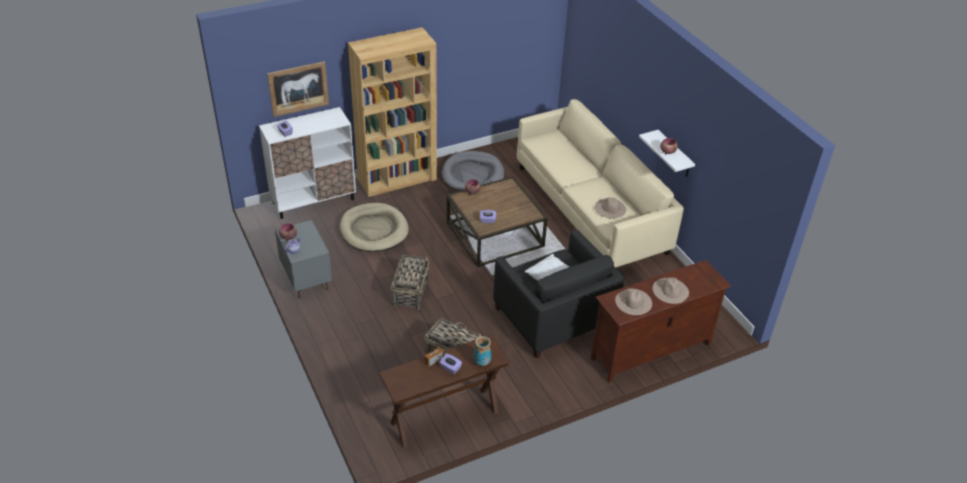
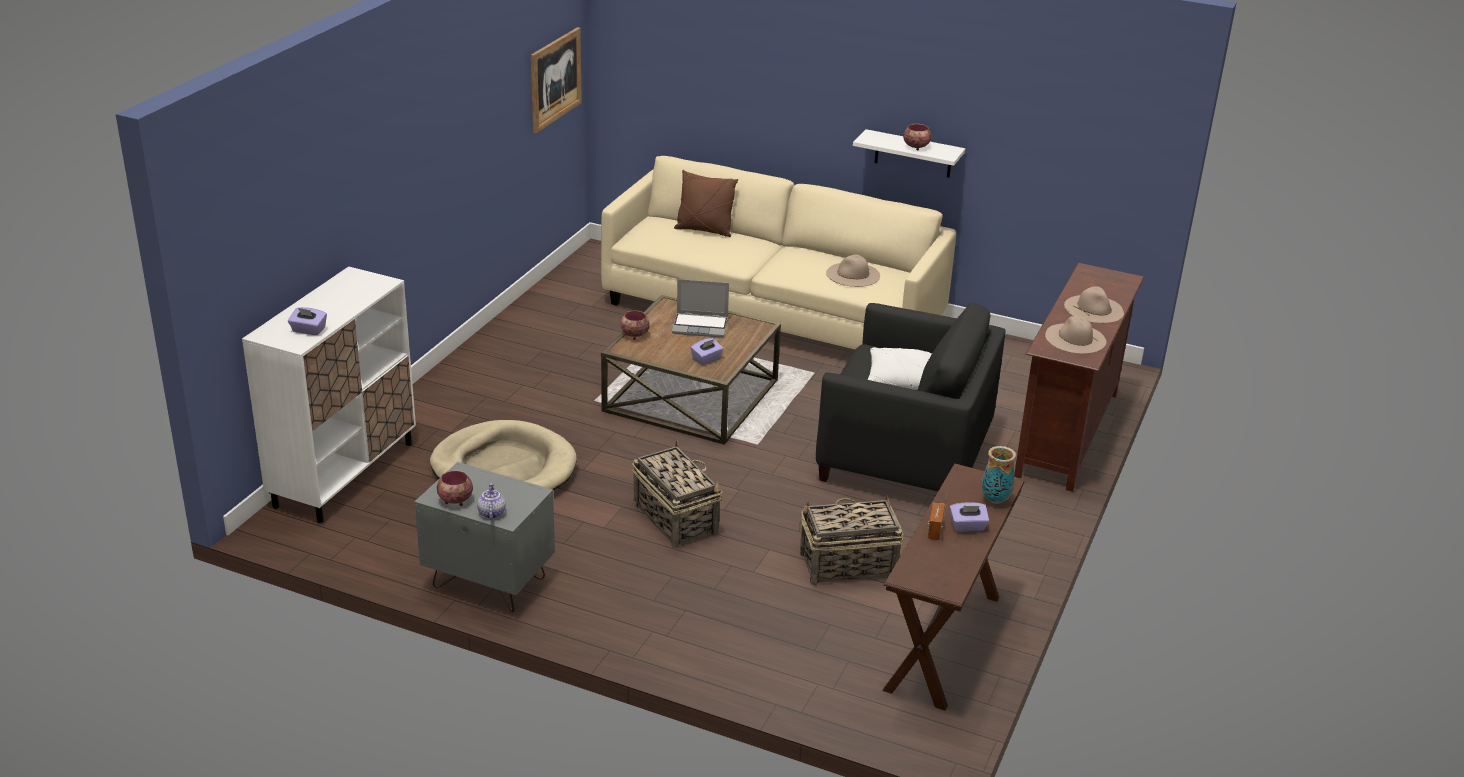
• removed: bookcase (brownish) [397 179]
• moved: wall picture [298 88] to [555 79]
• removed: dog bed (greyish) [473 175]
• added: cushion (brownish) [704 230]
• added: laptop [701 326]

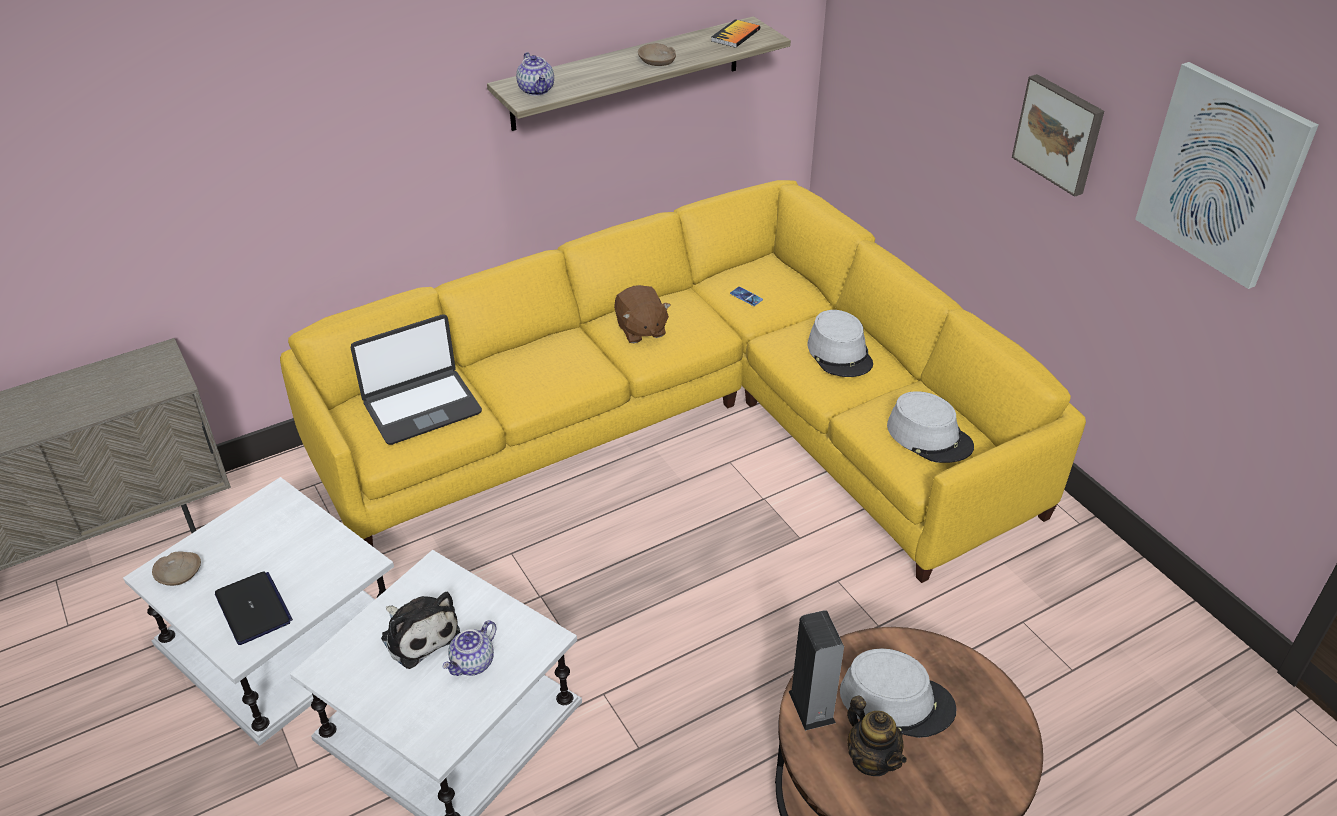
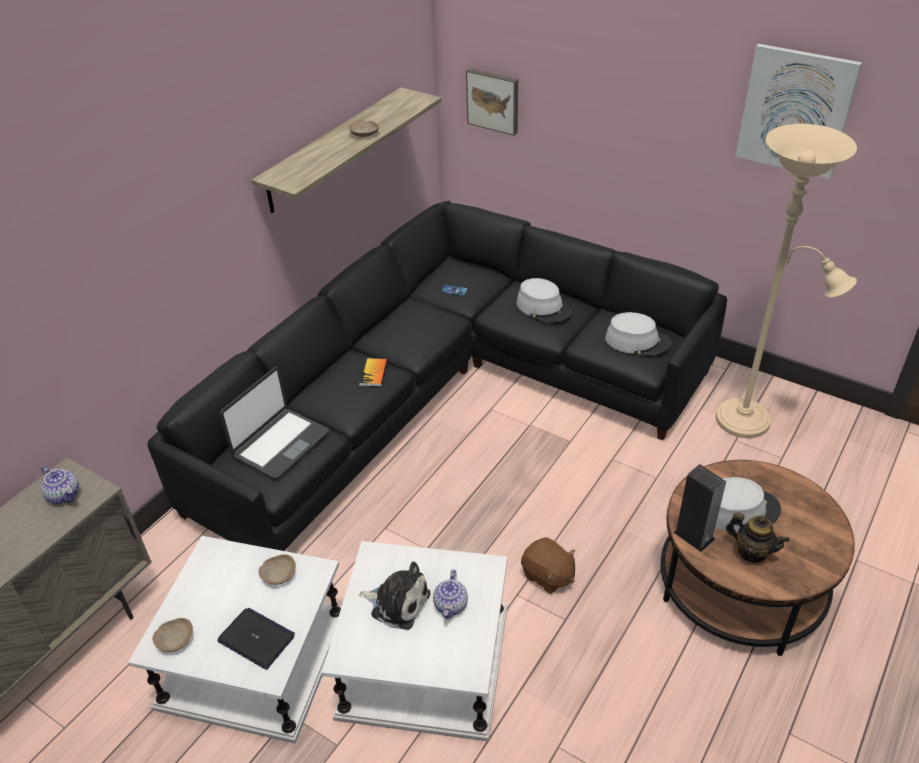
• moved: book [735 35] to [373 373]
• moved: tea pot [537 90] to [64 495]
• moved: wall picture [1060 133] to [493 100]
• recoloured: couch (yellowish) [692 422] to couch (black-coloured) [447 391]
• moved: plush toy (brownish) [640 330] to [547 576]
• added: standing lamp (beige-coloured) [750 421]
• added: deep dish (beige-coloured) [278 574]

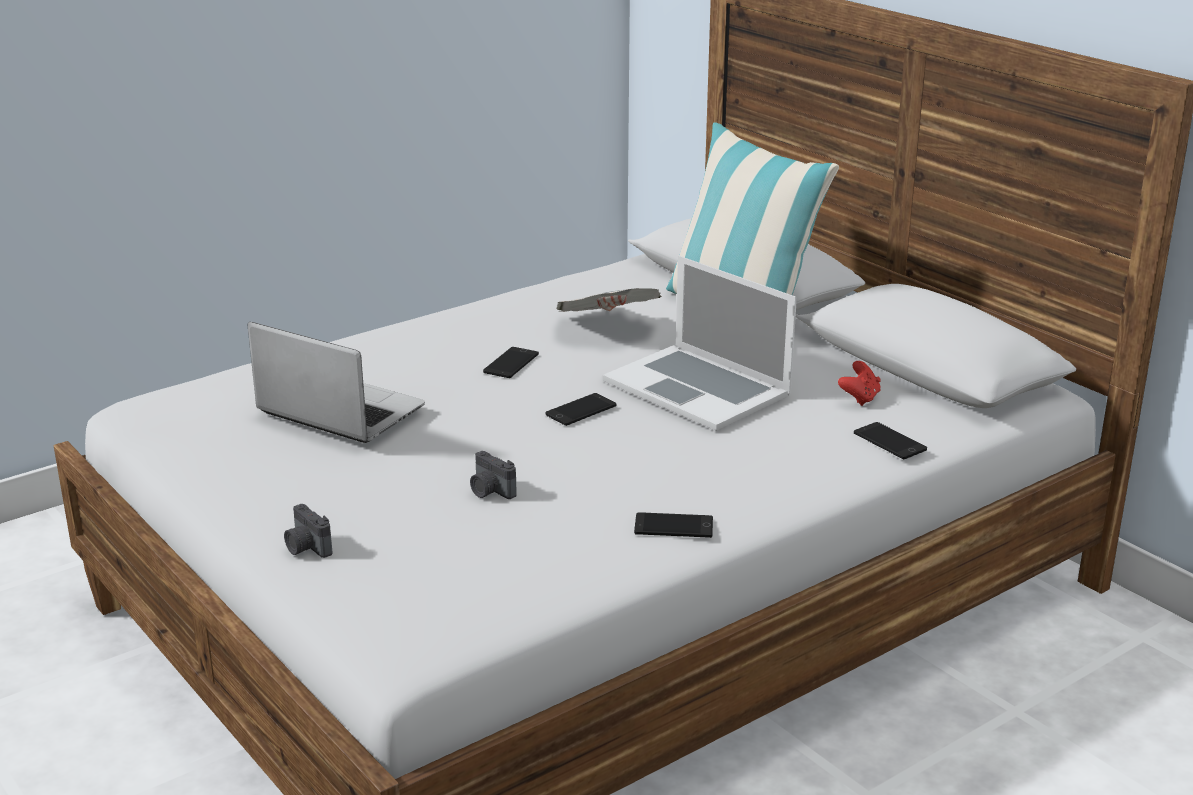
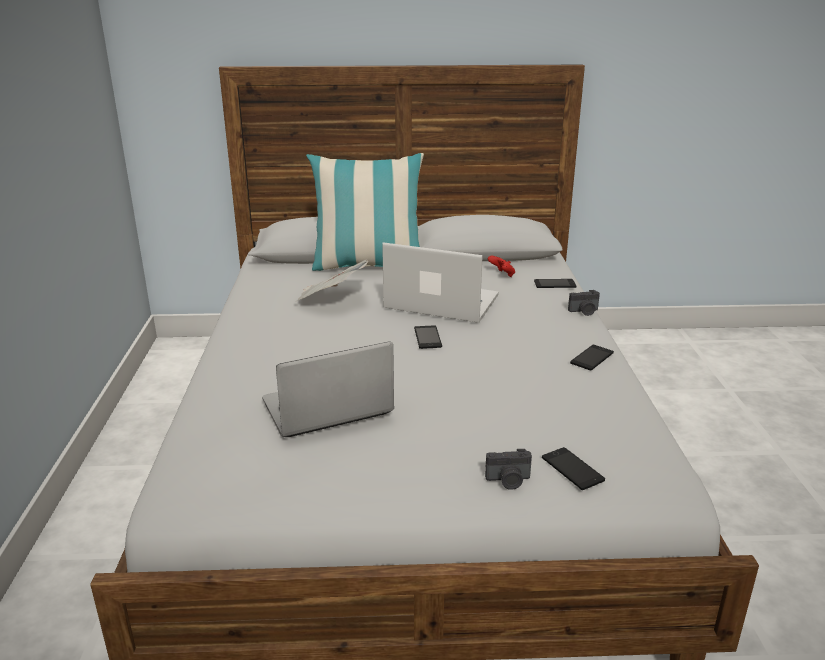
• turned: laptop [697 387] = [441 302] 150 degrees counterclockwise
• moved: phone [511 363] to [572 469]
• moved: photo camera [490 491] to [584 311]

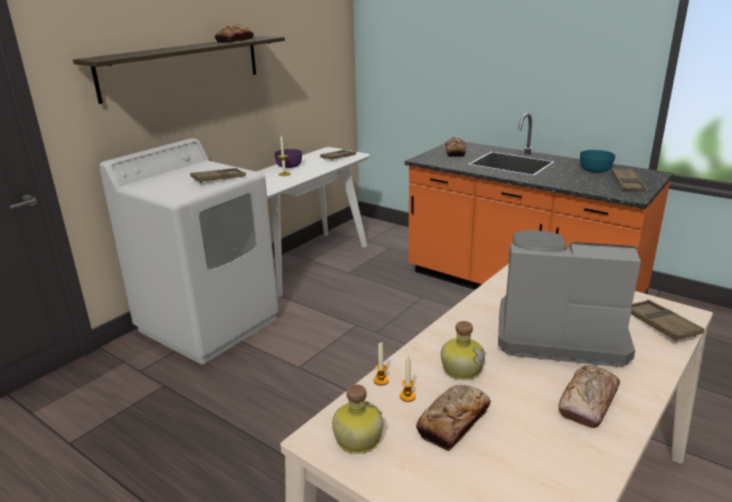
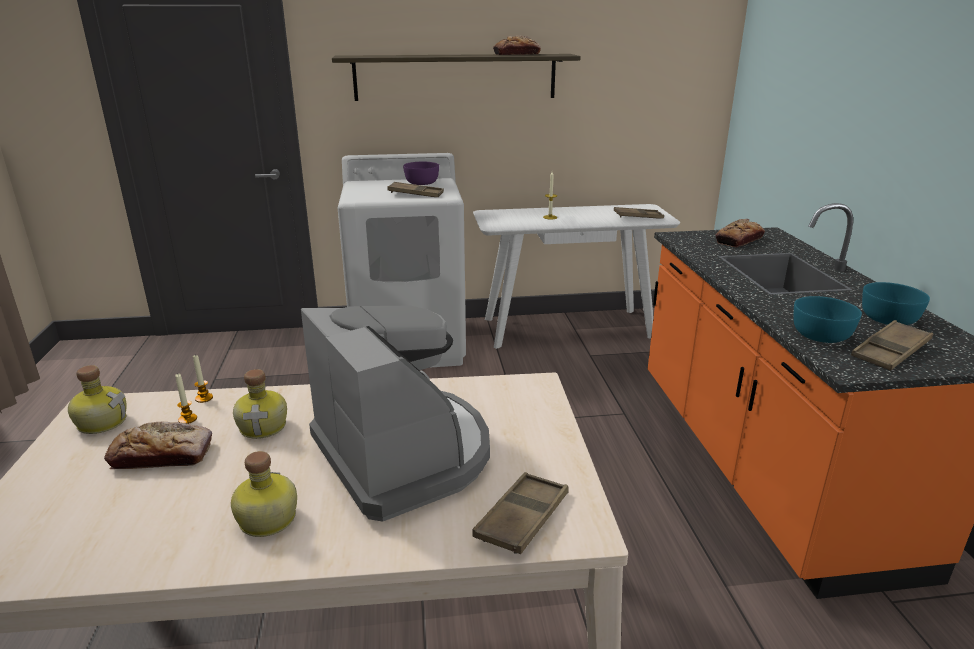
• moved: deep dish (purple) [289 166] to [422 183]
• replaced: bakery bread [588 402] to drink bottle [266 520]
• added: deep dish (turquoise) [821 335]

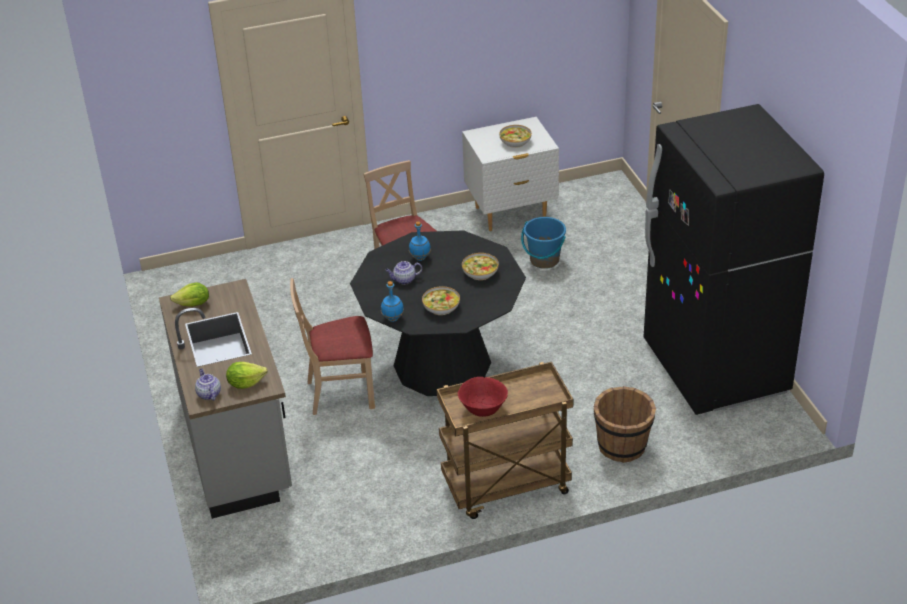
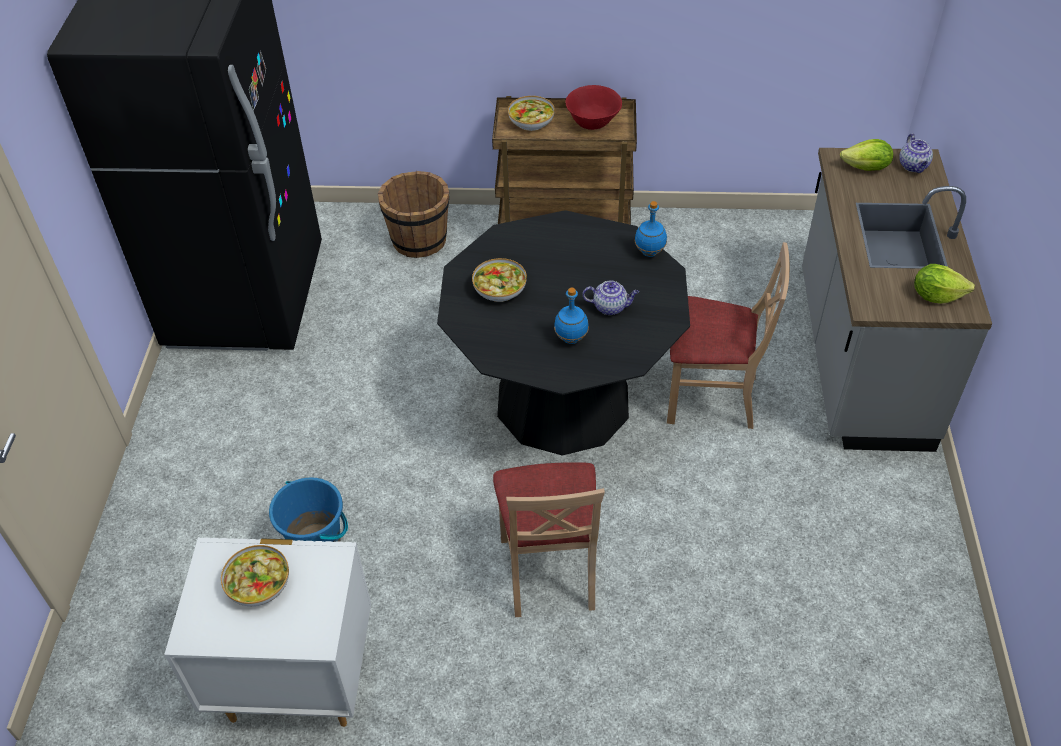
• moved: deep dish [441 307] to [531 121]

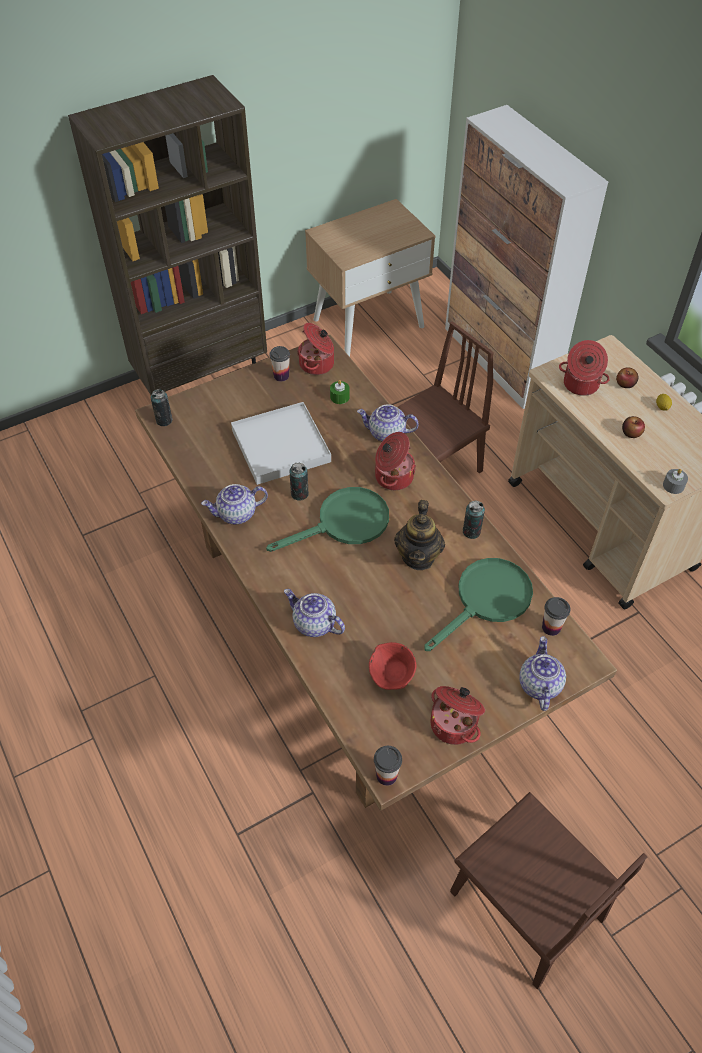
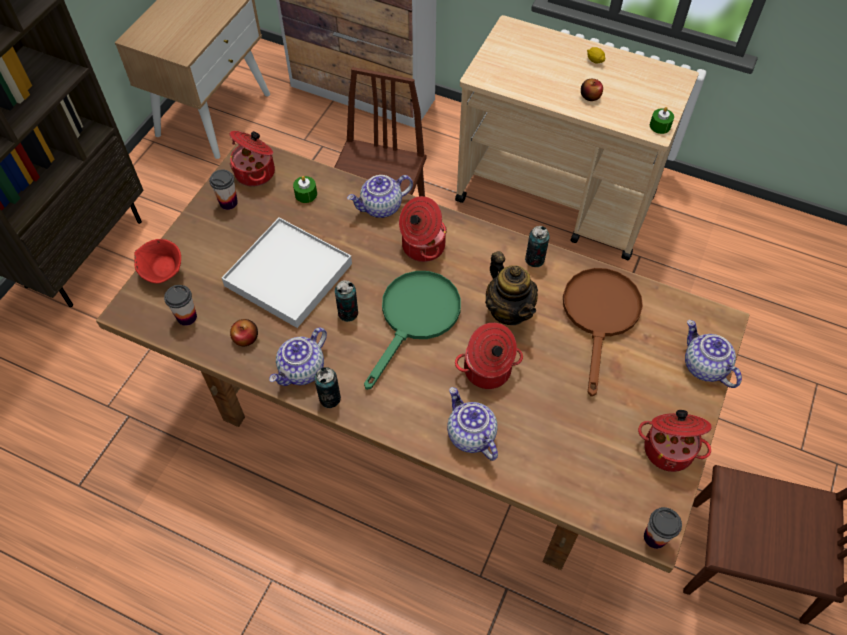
• moved: saucepot [580 385] to [487 371]
• moved: apple fruit [625 384] to [246 338]
• moved: can [164 420] to [329 398]
• recoloured: wax light (greyish) [673 485] to wax light (green-coloured) [660 126]
• recoloured: pan (green-coloured) [487 600] to pan (brownish) [600 316]
• turned: tea pot [313 624] = [470 435] 60 degrees clockwise
• moved: cup [551 627] to [187 317]
• moved: deep dish (reddish) [392 676] to [164 273]

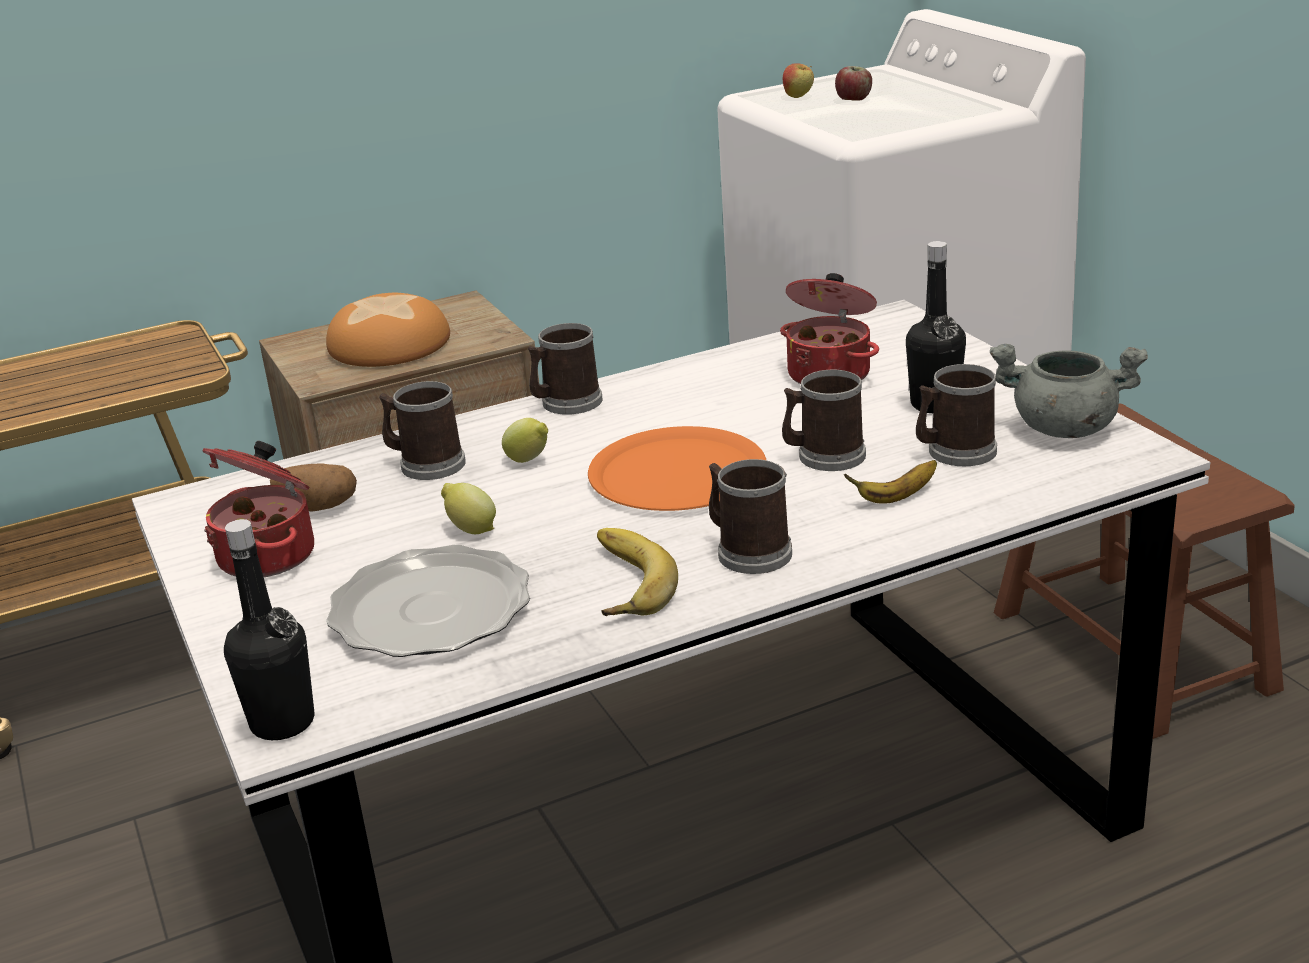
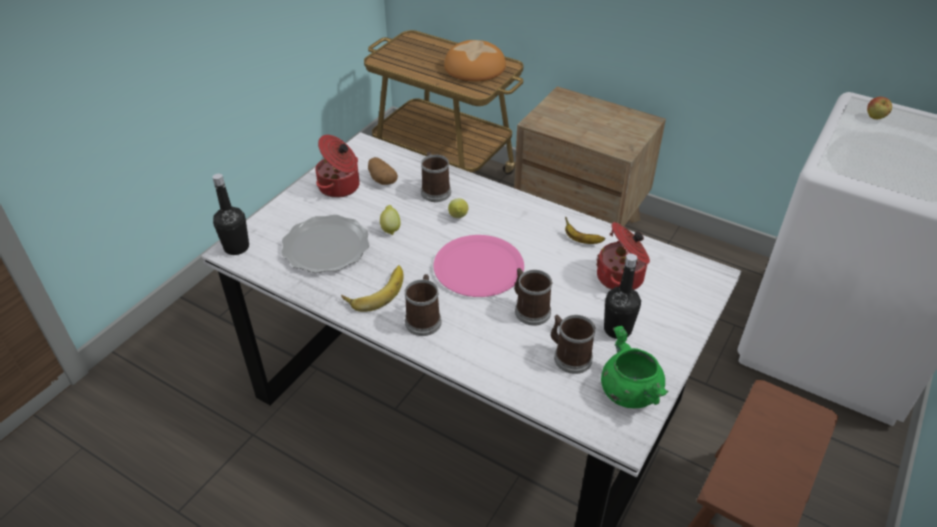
• removed: apple fruit [854 100]
• moved: bakery bread [390 345] to [474 67]
• removed: mug [566 403]
• recoloured: saucepot (greyish) [1063 428] to saucepot (green-coloured) [629 391]
• recoloured: flat dish (orange-coloured) [677 473] to flat dish (pink-coloured) [478 267]
• moved: whole banana [896 497] to [581 240]

